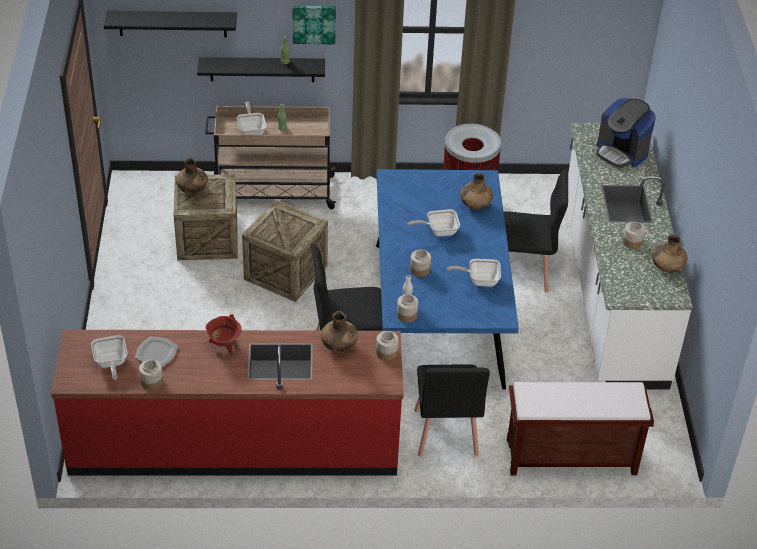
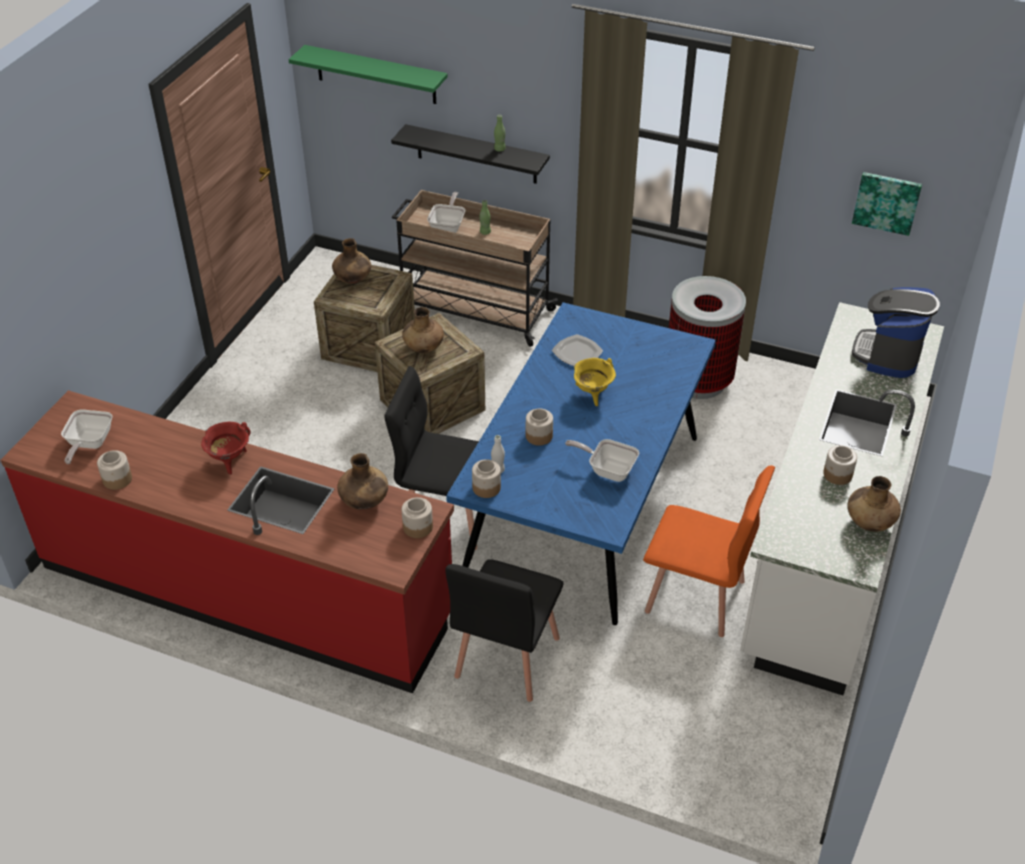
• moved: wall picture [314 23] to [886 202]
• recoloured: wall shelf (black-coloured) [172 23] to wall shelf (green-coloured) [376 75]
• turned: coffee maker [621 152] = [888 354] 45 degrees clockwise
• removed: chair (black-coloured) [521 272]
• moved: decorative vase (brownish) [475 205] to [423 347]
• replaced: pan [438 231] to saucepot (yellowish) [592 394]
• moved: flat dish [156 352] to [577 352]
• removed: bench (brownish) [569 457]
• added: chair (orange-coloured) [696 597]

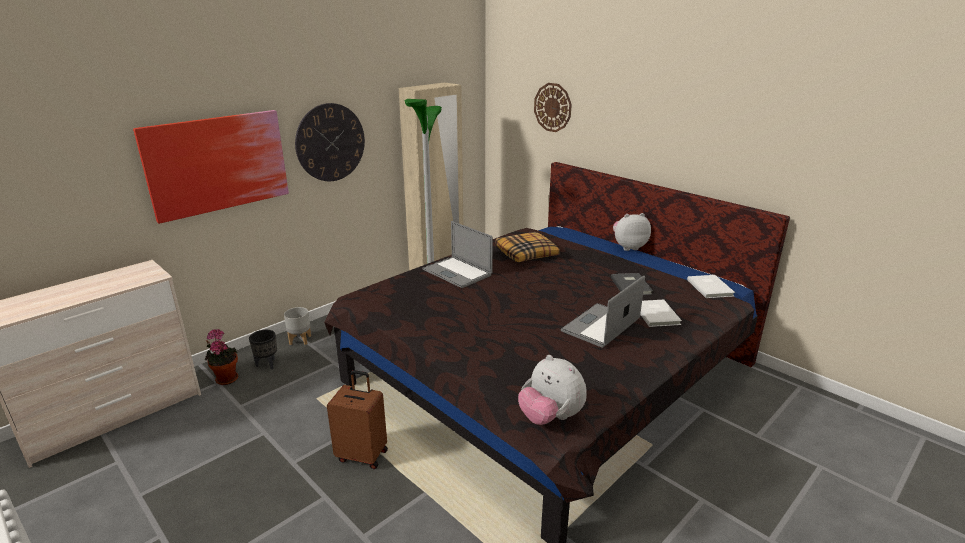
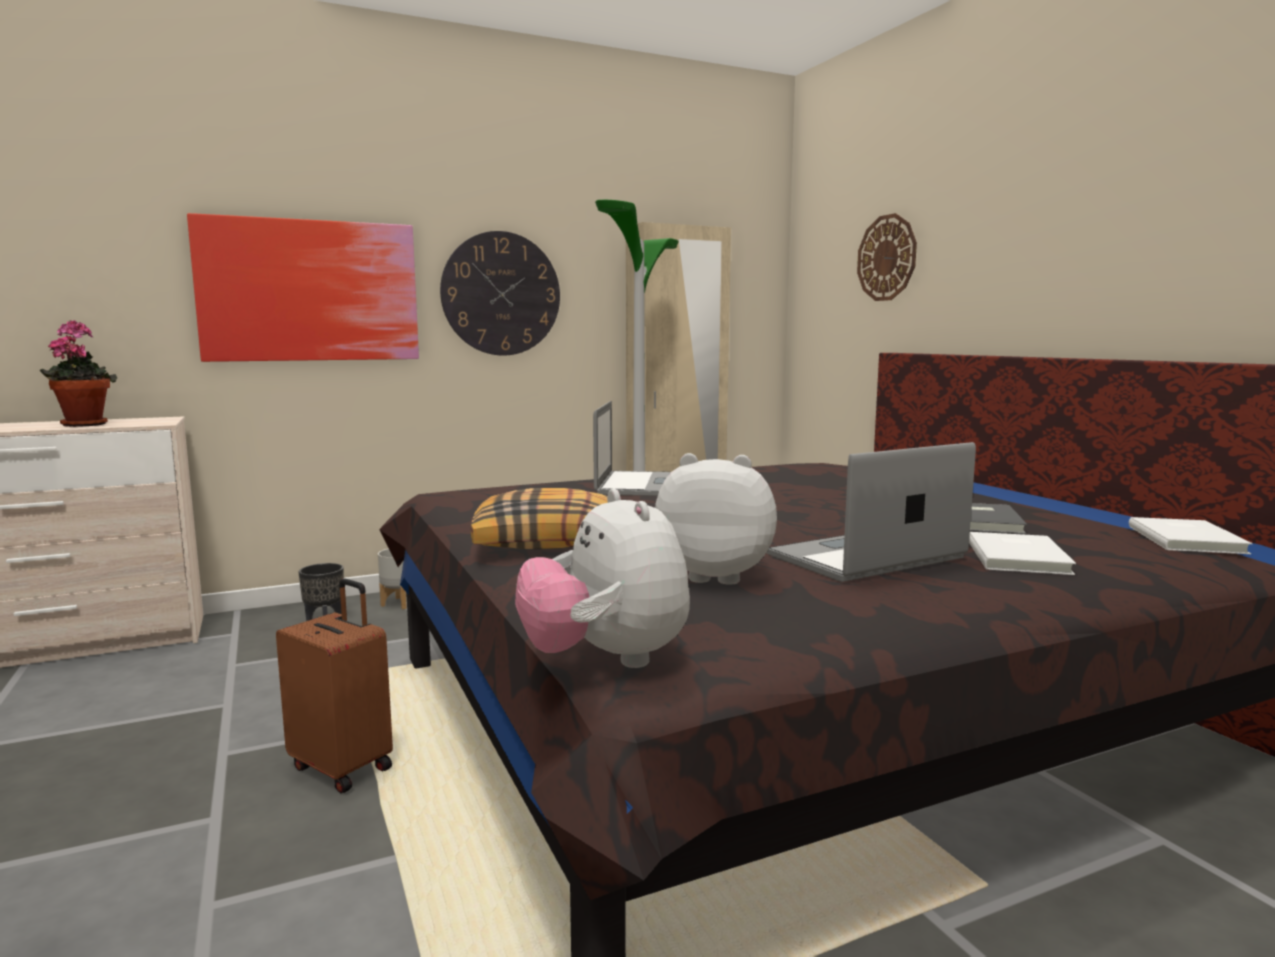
• moved: plush toy [628 247] to [715 575]
• turned: laptop [457 272] = [640 484] 150 degrees counterclockwise
• moved: cushion [527 254] to [547 540]
• moved: houseplant [225 378] to [84 424]

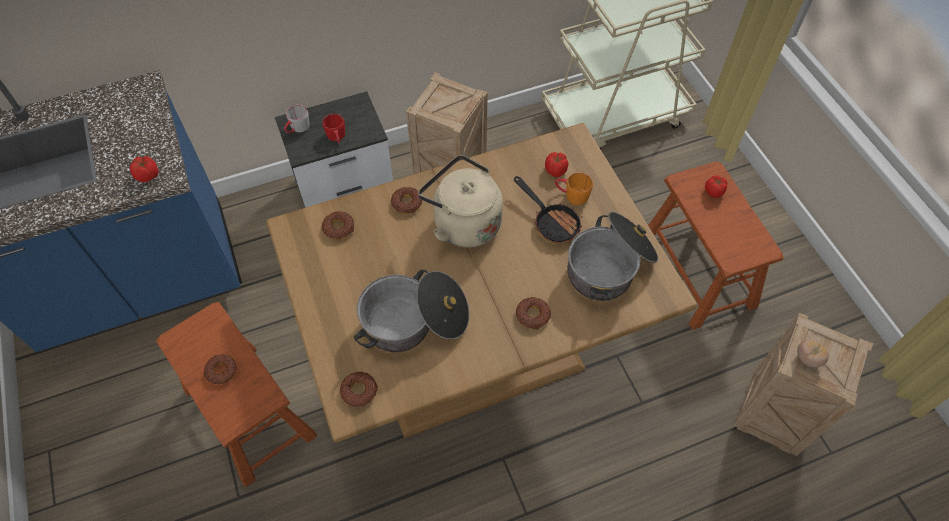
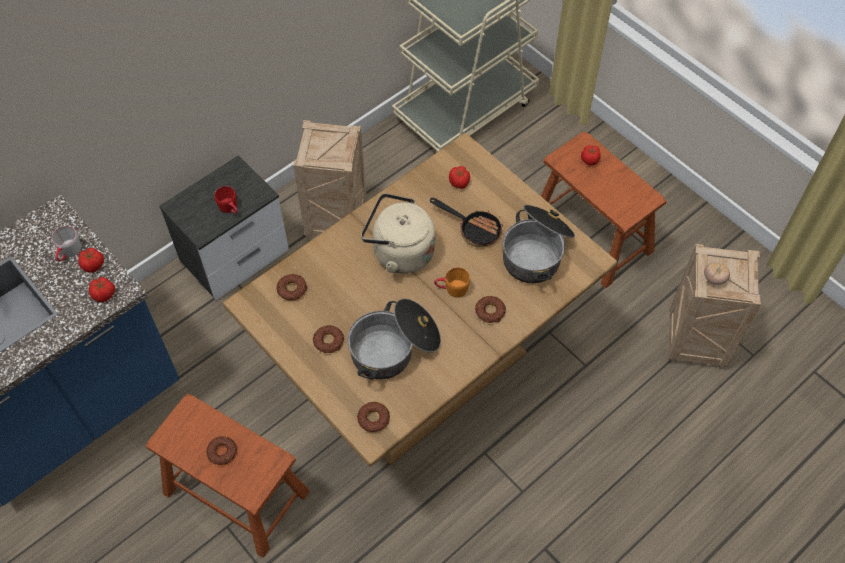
• moved: mug (greyish) [297 129] to [68 253]
• moved: mug (orange-coloured) [571 195] to [451 289]
• moved: donut [407 203] to [329 341]
• added: whole tomato [94 265]

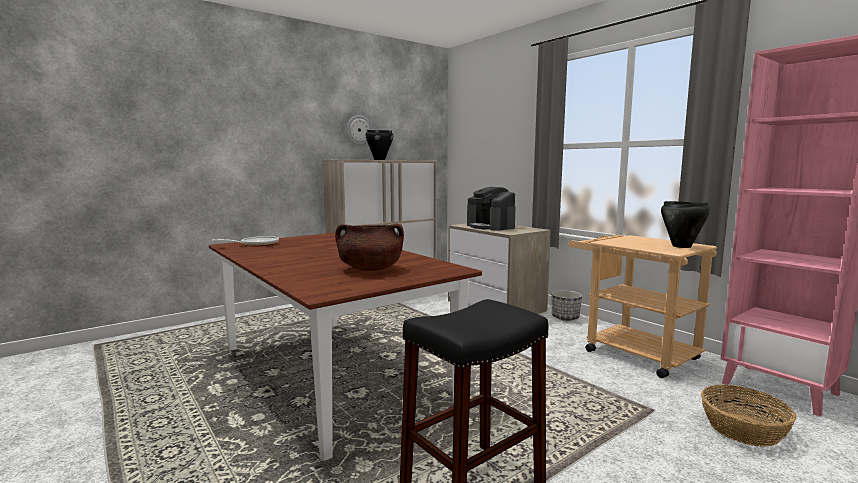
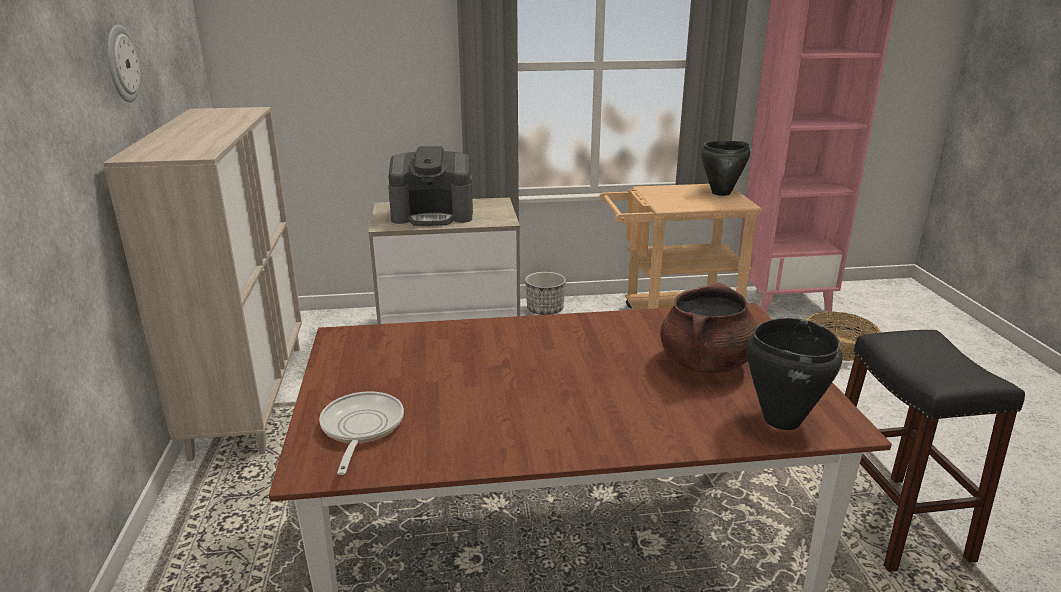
• moved: saucepot (black-coloured) [379 160] to [781 420]

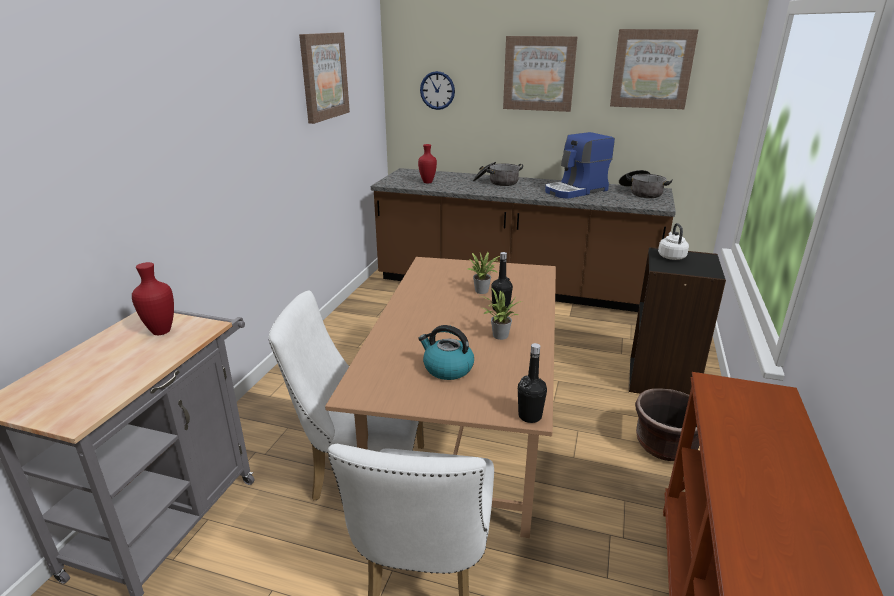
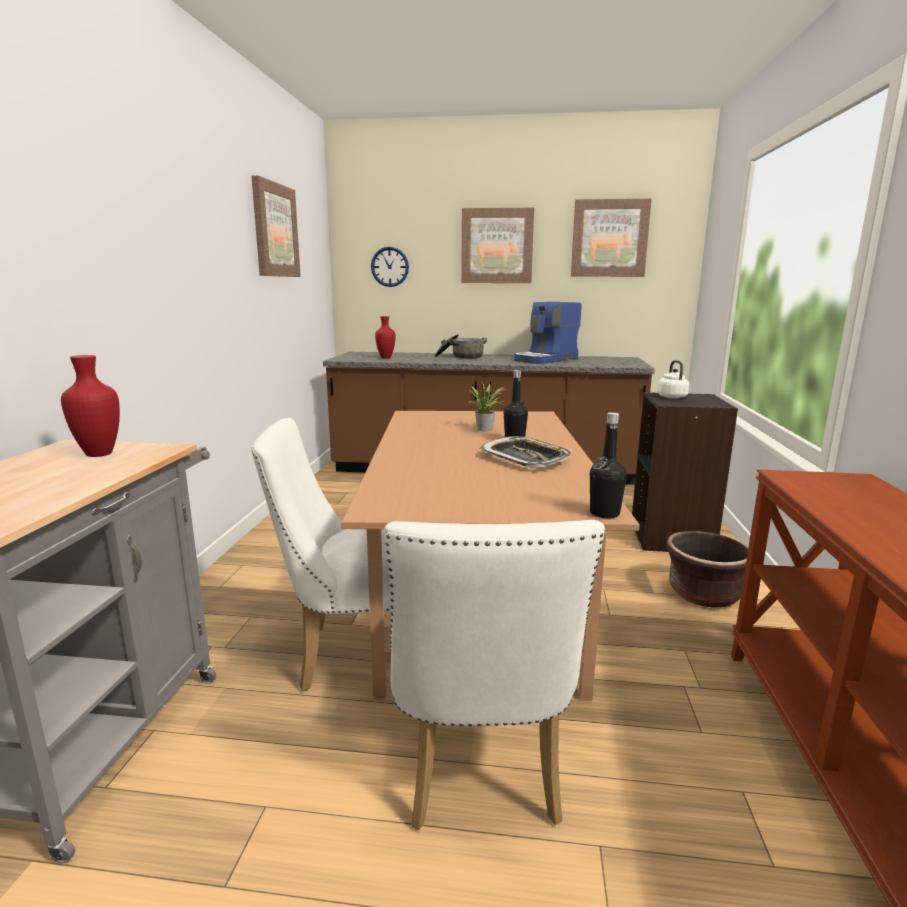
• removed: saucepot [641 192]
• replaced: houseplant [498 336] to carrying tray [525 458]
• removed: tea kettle [447 368]

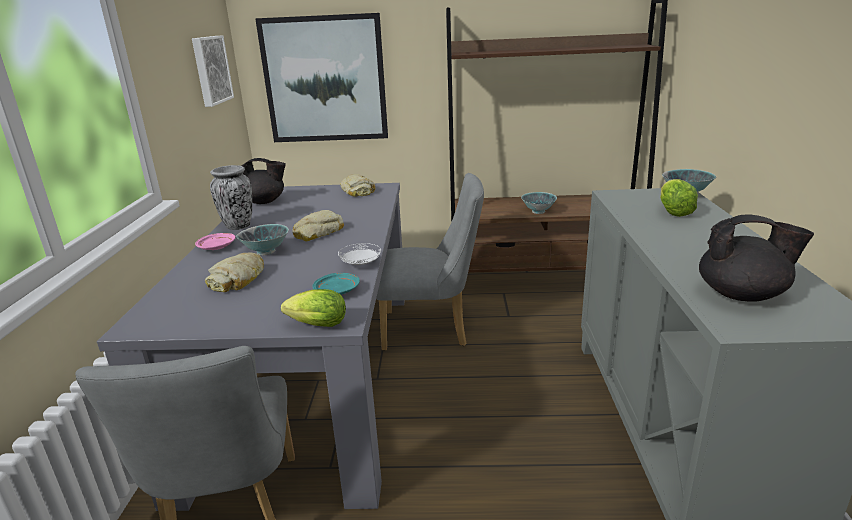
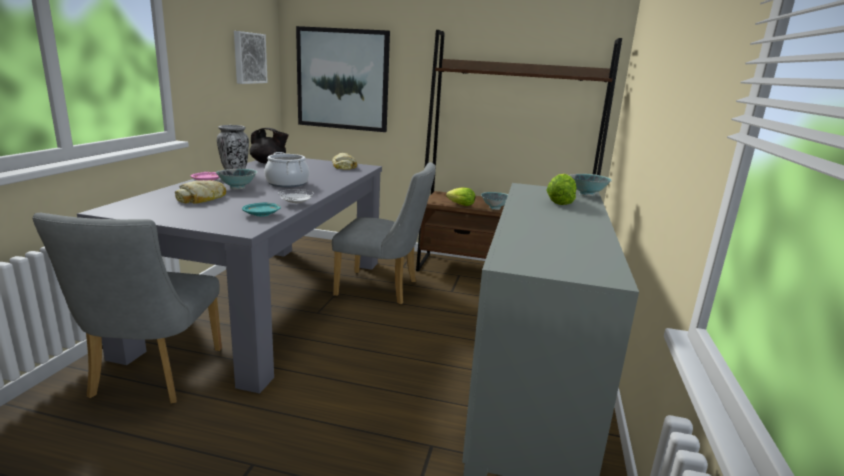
• replaced: bakery bread [318 232] to saucepot [287 183]
• removed: tea pot (black-coloured) [742 295]
• moved: head of lettuce [314 325] to [459 205]

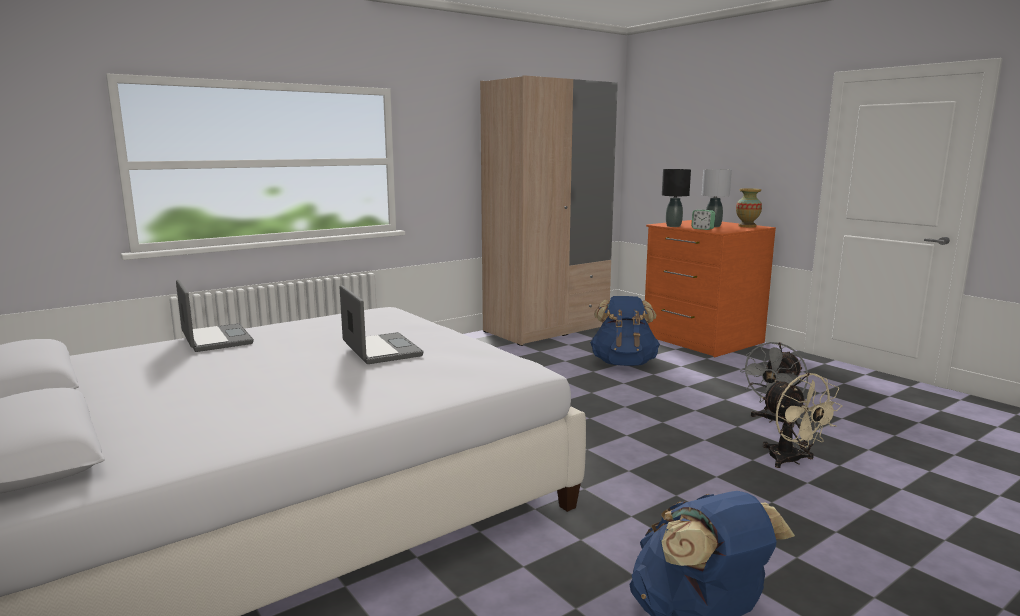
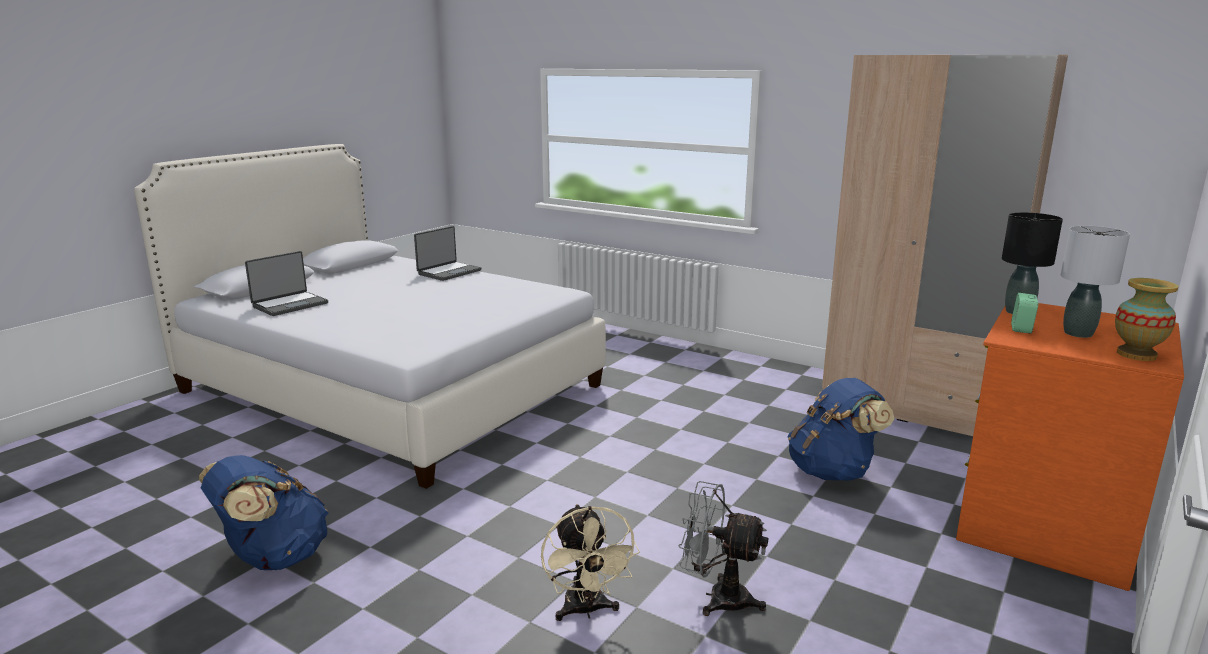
• moved: laptop [380 350] to [289 305]
• turned: electric fan (beige-coloured) [791 461] = [586 610] 60 degrees counterclockwise

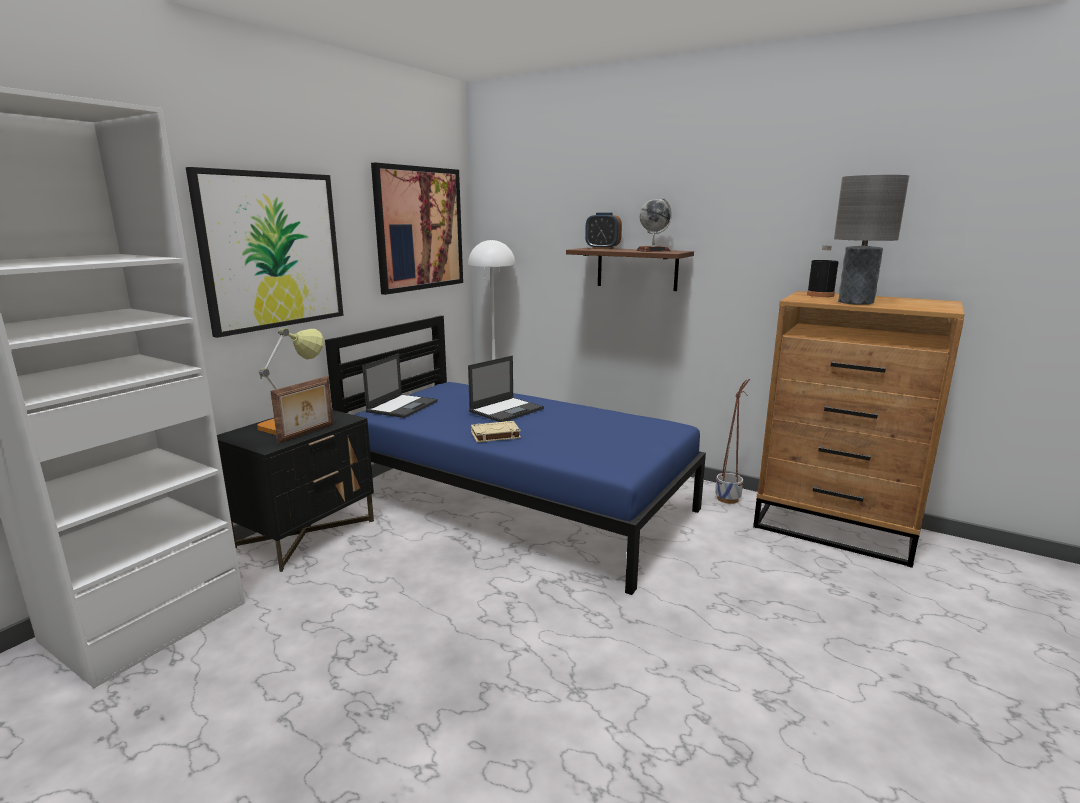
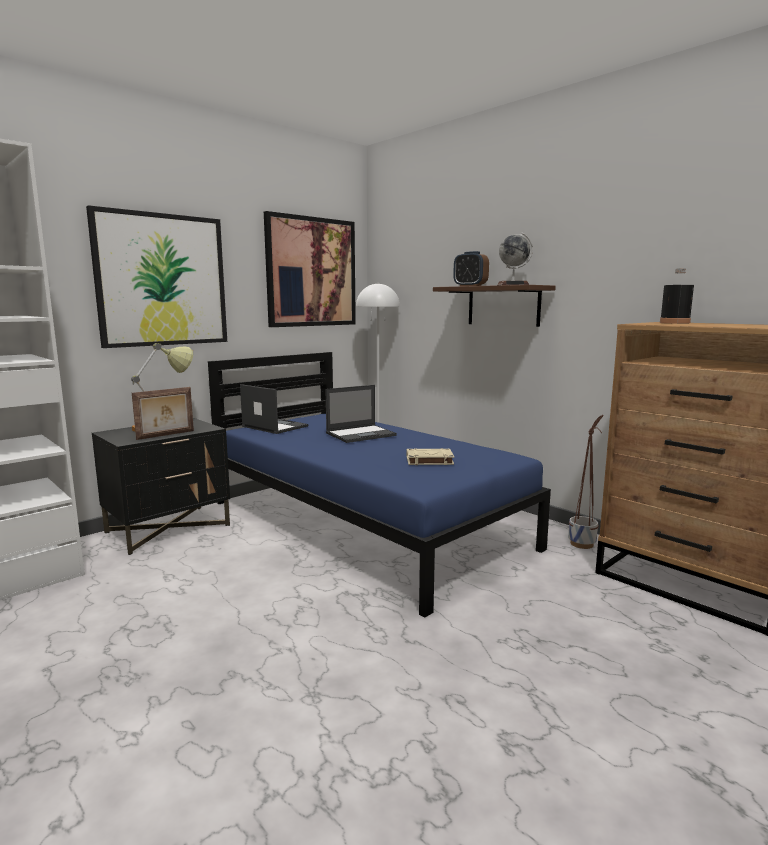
• removed: table lamp (greyish) [855 302]
• turned: laptop [402 406] = [274 426] 90 degrees counterclockwise
• moved: book (beige-coloured) [495 435] to [429 460]

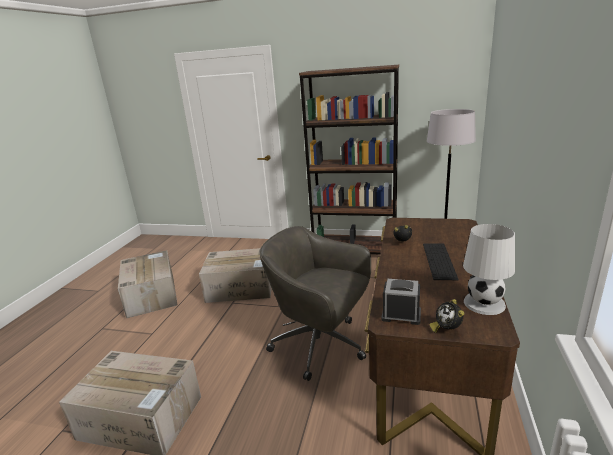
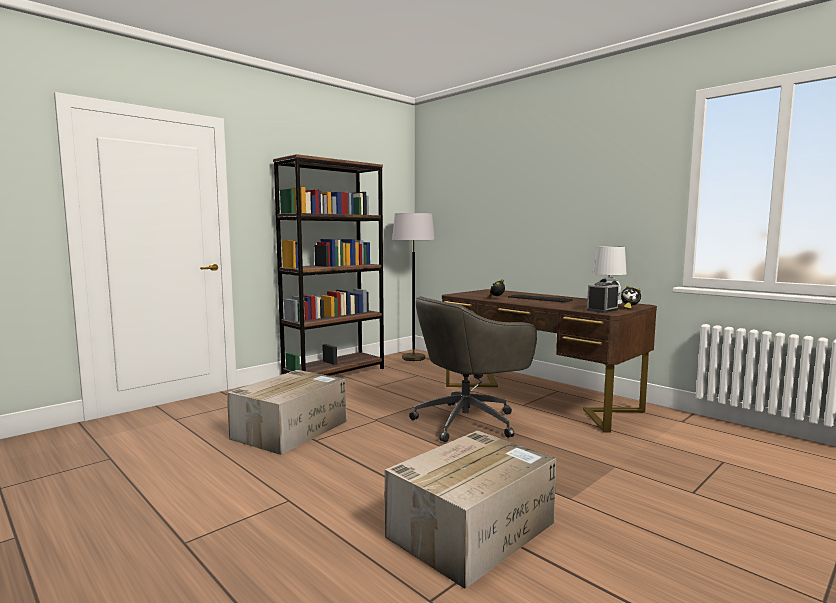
• removed: packing box [151 295]

